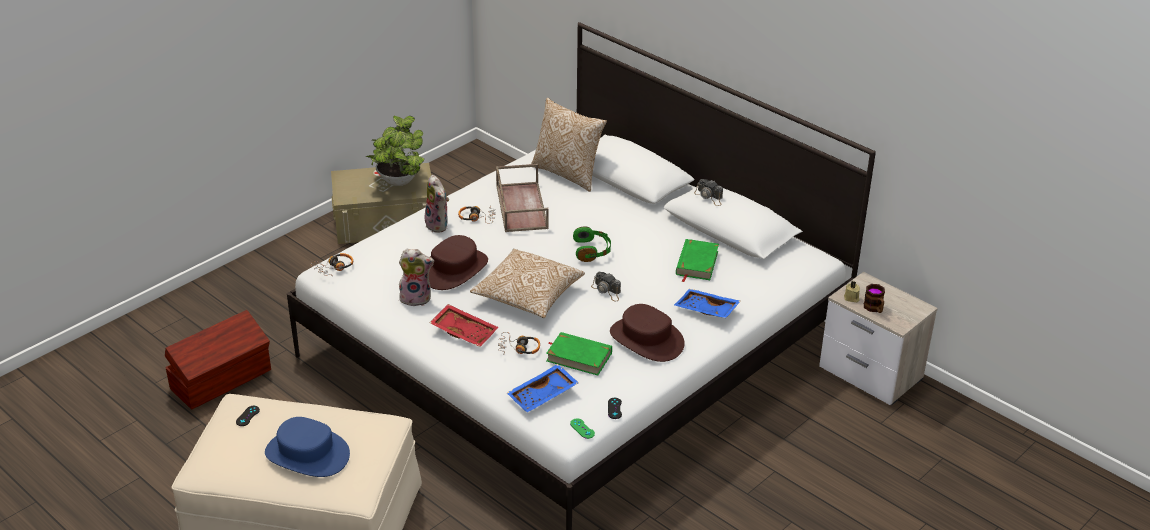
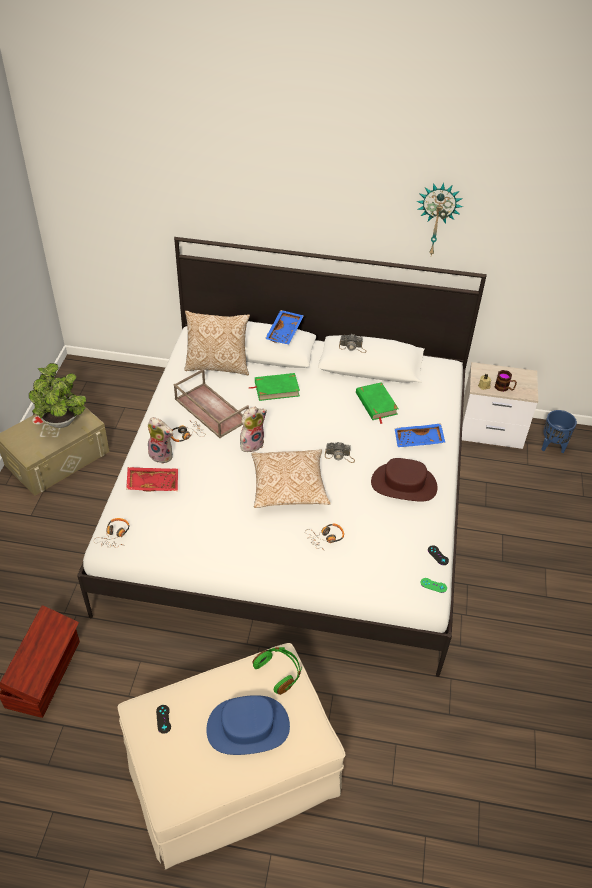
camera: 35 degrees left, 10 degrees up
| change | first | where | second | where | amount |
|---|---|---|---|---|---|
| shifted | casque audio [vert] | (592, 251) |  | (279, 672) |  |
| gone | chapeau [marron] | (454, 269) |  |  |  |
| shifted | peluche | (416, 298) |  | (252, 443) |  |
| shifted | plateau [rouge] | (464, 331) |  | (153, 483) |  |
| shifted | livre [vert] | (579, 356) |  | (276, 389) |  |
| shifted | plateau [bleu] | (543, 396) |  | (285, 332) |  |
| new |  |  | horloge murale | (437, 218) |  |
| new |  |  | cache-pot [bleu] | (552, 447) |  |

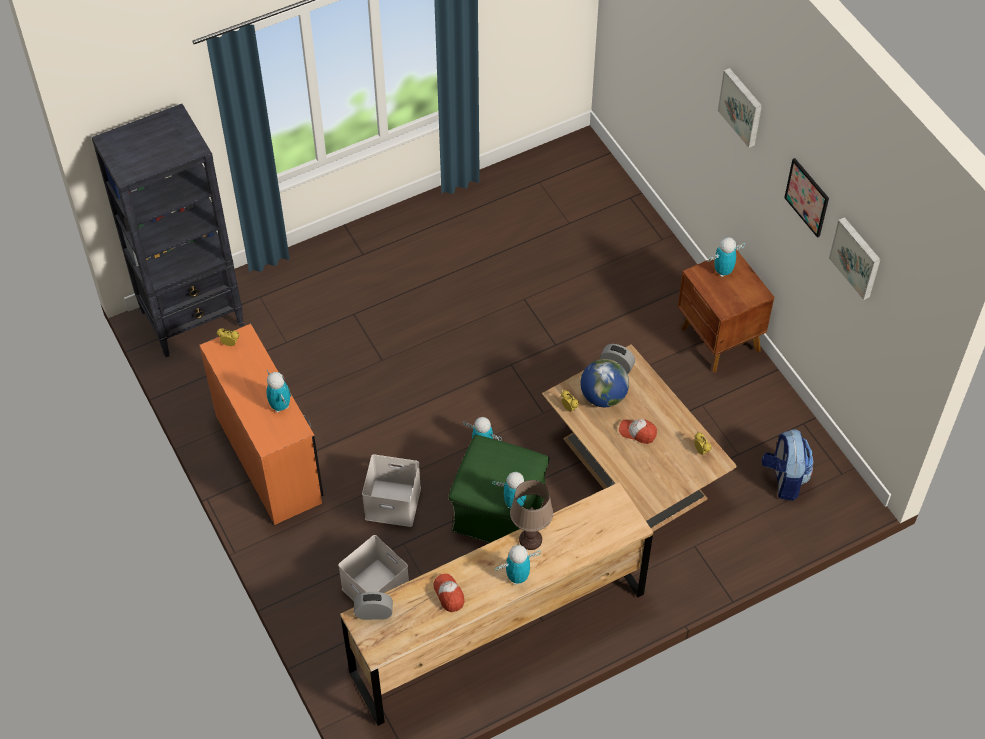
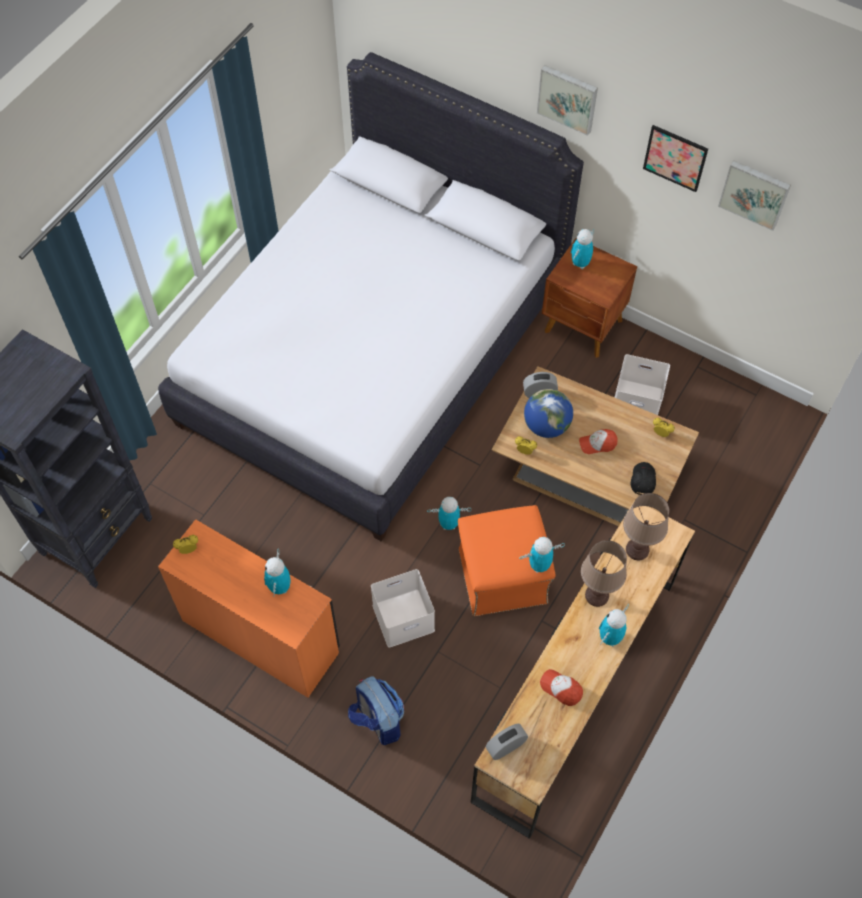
camera: 30 degrees left, 5 degrees up
| change | first | where | second | where | amount |
|---|---|---|---|---|---|
| rotated | robot jouet | (280, 406) |  | (279, 587) | 120 degrees counterclockwise |
| shifted | sac à dos | (784, 479) |  | (378, 720) |  |
| repainted | pouf [vert] | (498, 512) | pouf [orange] | (501, 577) |  |
| shifted | boîte de rangement [blanc] | (374, 589) |  | (635, 402) |  |
| new |  |  | lit [blanc] | (372, 356) |  |
| new |  |  | casquette [noir] | (642, 480) |  |
| new |  |  | lampe de table [marron] | (637, 549) |  |

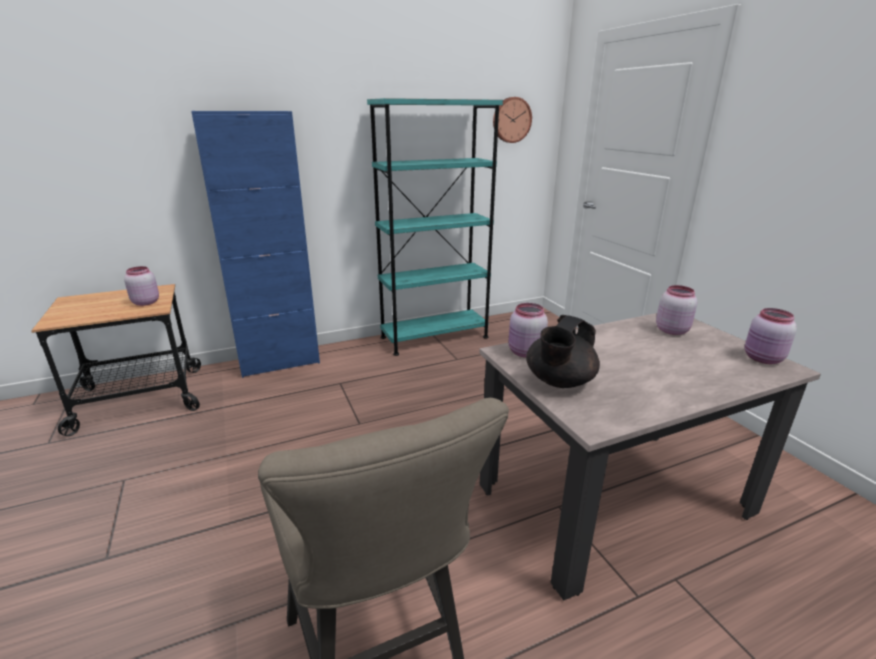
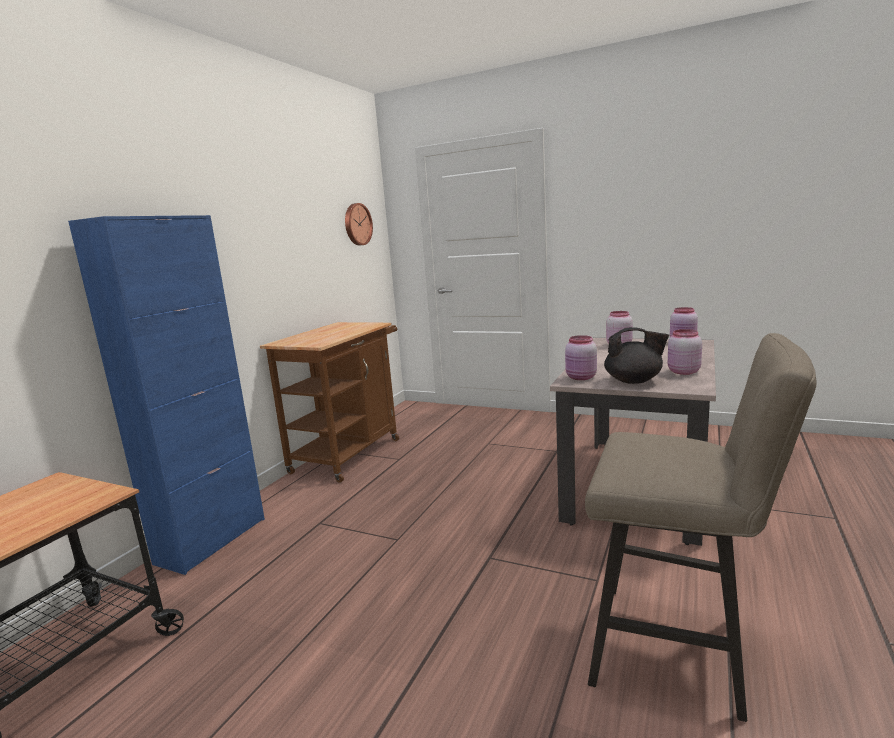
camera: 40 degrees left, 10 degrees down
| change | first | where | second | where | amount |
|---|---|---|---|---|---|
| swapped | bibliothèque [turquoise] | (434, 337) | chariot [marron] | (350, 453) |  |
| shifted | bocal [rose] | (145, 302) |  | (682, 372) |  |
| rotated | théière [noir] | (559, 381) |  | (634, 381) | 75 degrees counterclockwise |

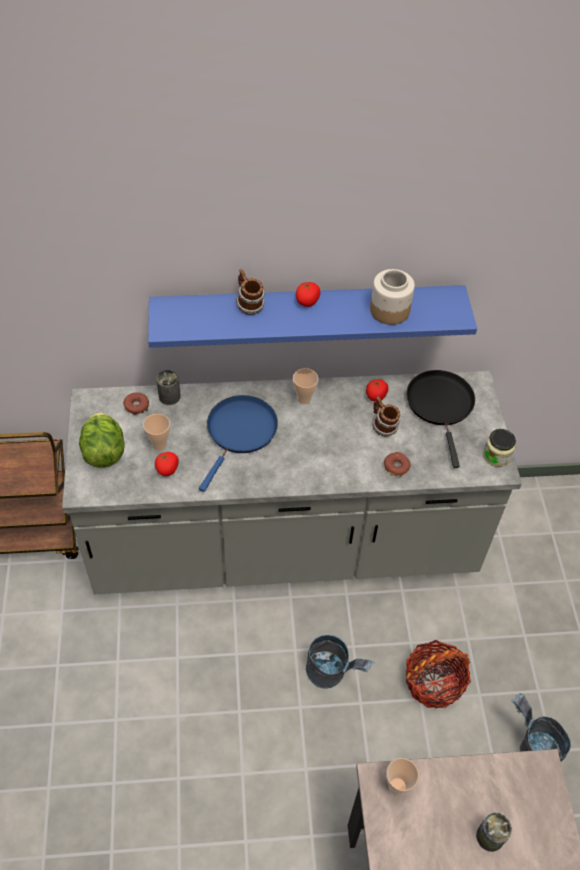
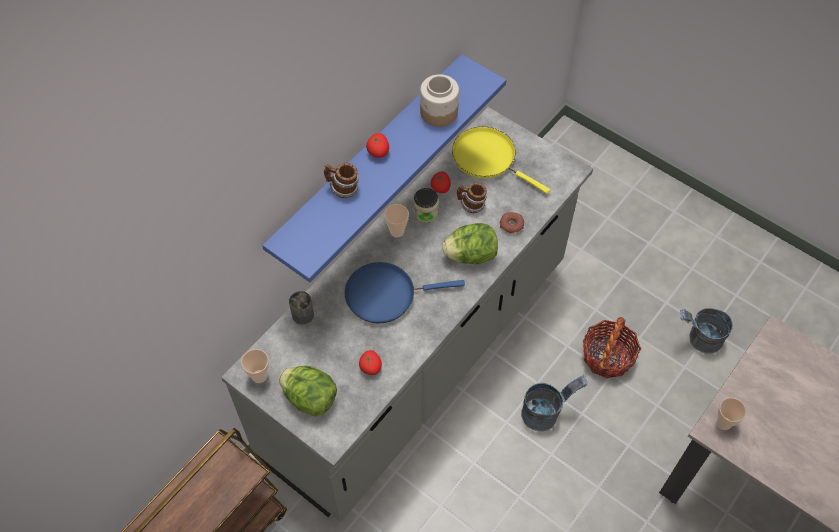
camera: 45 degrees left, 5 degrees up
| change | first | where | second | where | amount |
|---|---|---|---|---|---|
| repainted | poêle [noir] | (441, 405) | poêle [jaune] | (488, 158) |  |
| gone | beignet | (136, 406) |  |  |  |
| rotated | poêle [bleu] | (240, 432) |  | (385, 294) | 75 degrees counterclockwise |
| shifted | tasse | (159, 444) |  | (259, 376) |  |
| shifted | bocal | (496, 456) |  | (425, 212) |  |
| gone | boîte métallique | (490, 837) |  |  |  |
| new |  |  | laitue | (471, 255) |  |

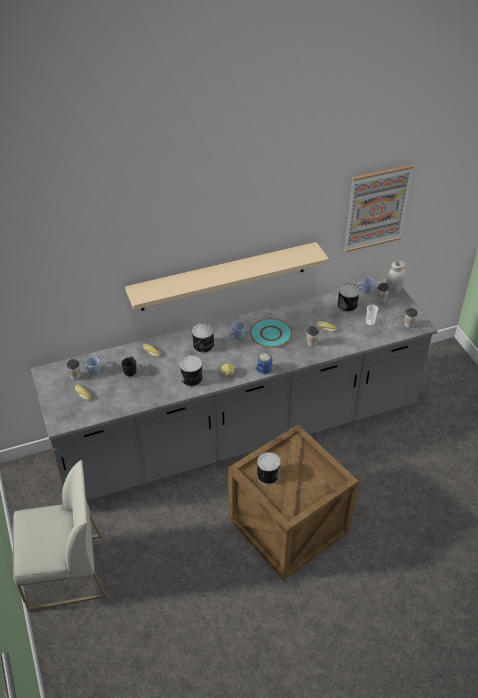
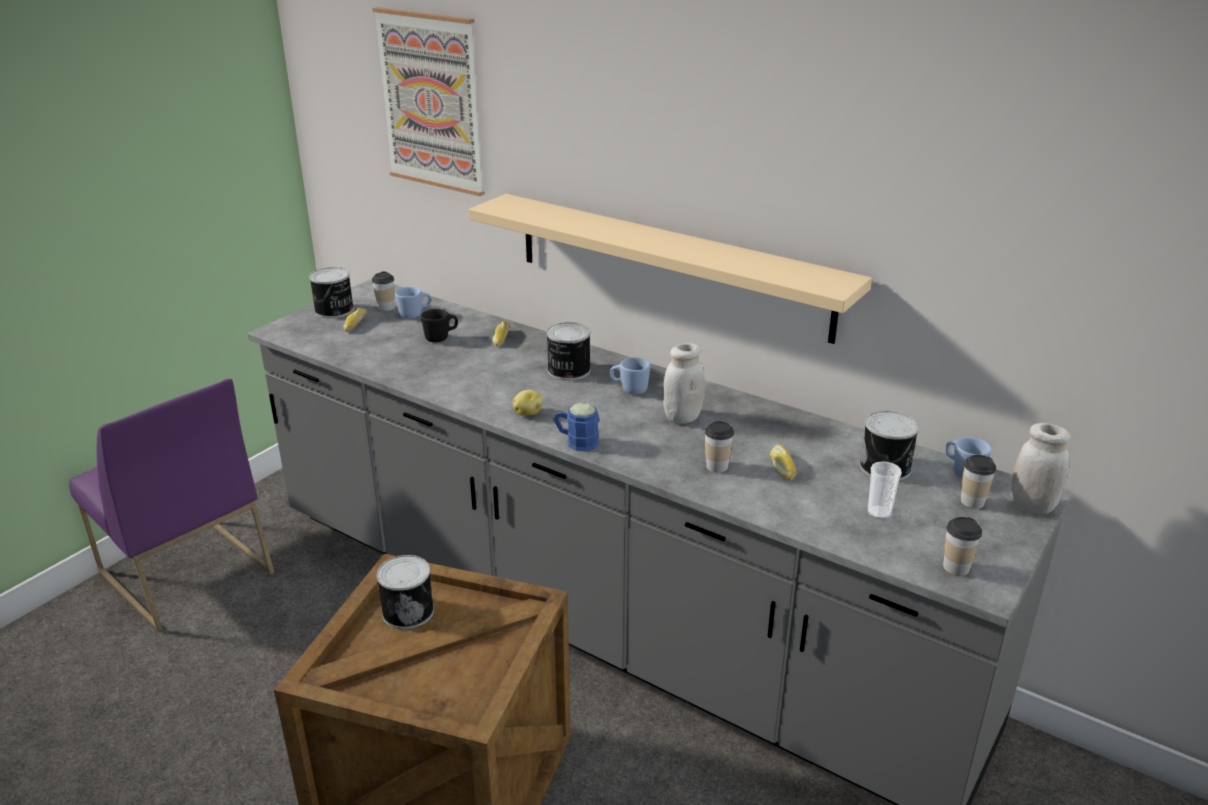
camera: 55 degrees right, 15 degrees down
| change | first | where | second | where | amount |
|---|---|---|---|---|---|
| shifted | tableau | (376, 208) |  | (431, 101) |  |
| swapped | assiette [turquoise] | (271, 334) | bocal [blanc] | (682, 417) |  |
| shifted | boîte métallique | (192, 378) |  | (334, 310) |  |
| repainted | chaise [blanc] | (64, 573) | chaise [violet] | (184, 572) |  |

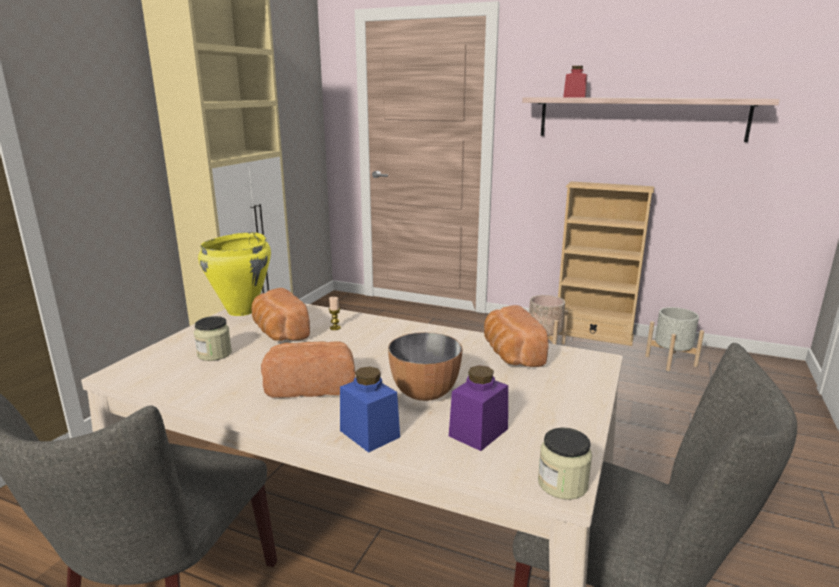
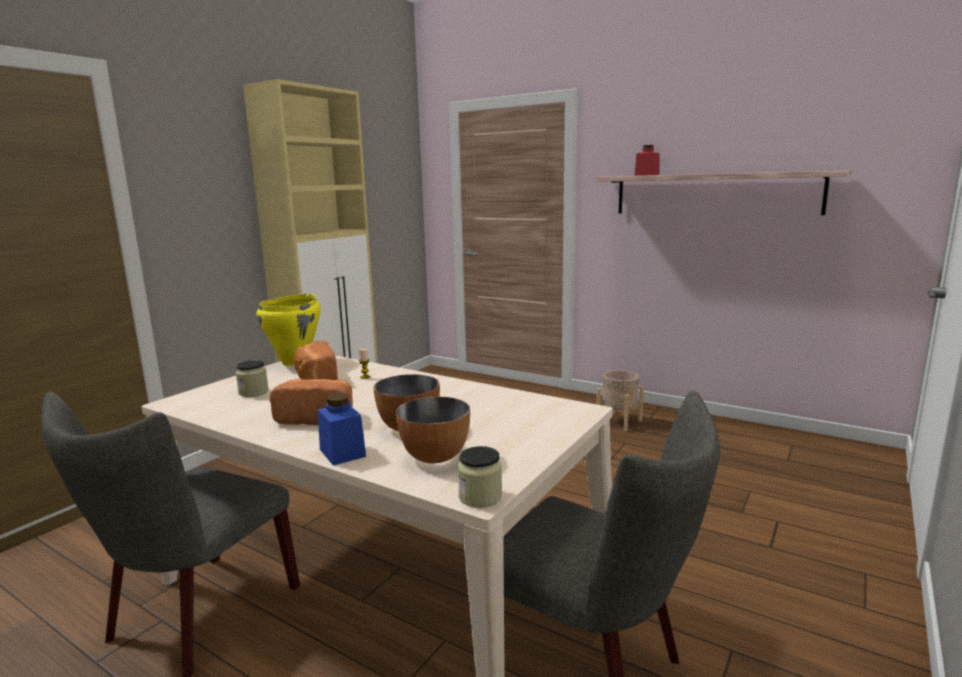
camera: 10 degrees right, 5 degrees down
| change | first | where | second | where | amount |
|---|---|---|---|---|---|
| gone | bibliothèque [beige] | (593, 334) |  |  |  |
| gone | pain | (510, 354) |  |  |  |
| gone | cache-pot [gris] | (671, 361) |  |  |  |
| swapped | bocal [violet] | (478, 432) | bol | (434, 457) |  |

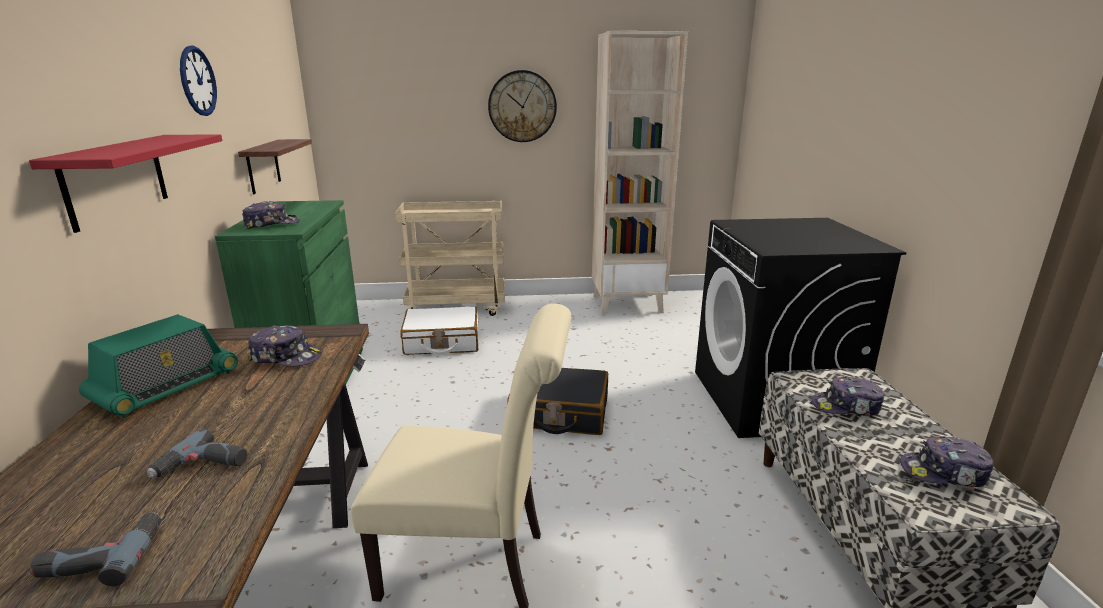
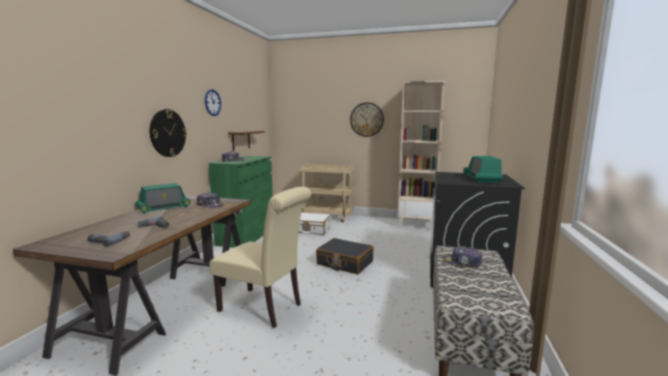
camera: 20 degrees right, 10 degrees down
| change | first | where | second | where | amount |
|---|---|---|---|---|---|
| swapped | étagère [rouge] | (116, 179) | horloge murale | (167, 133) |  |
| gone | casquette | (944, 473) |  |  |  |
| new |  |  | radio | (481, 179) |  |

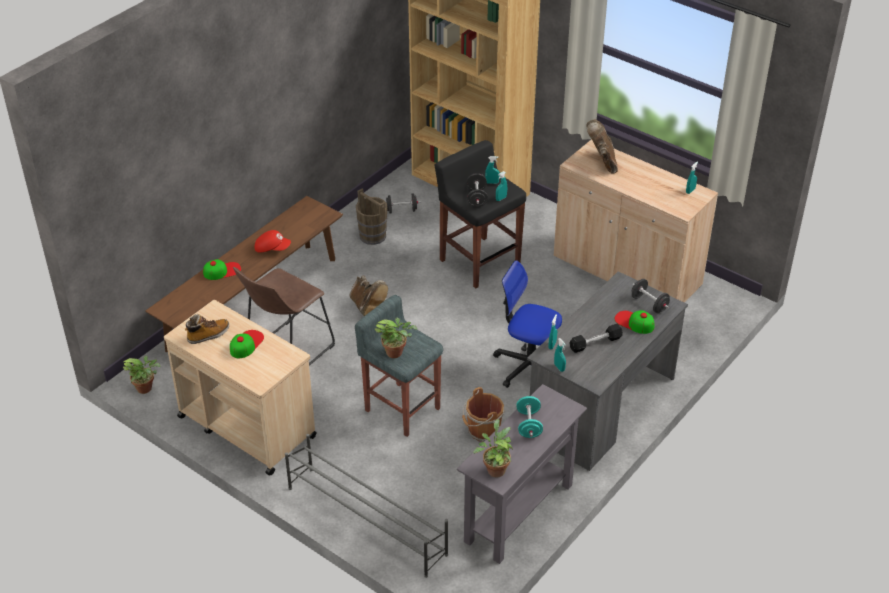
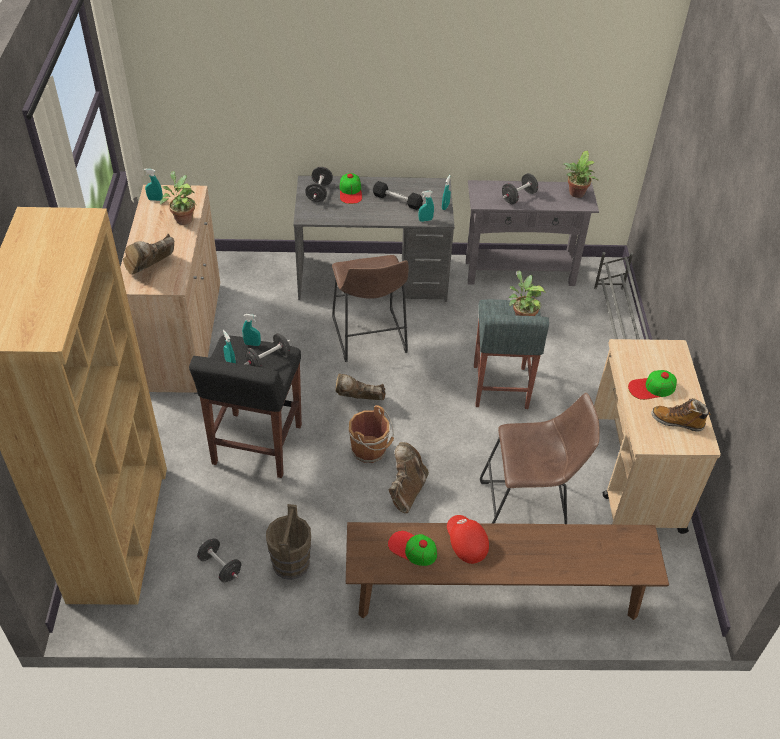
camera: 130 degrees left, 5 degrees up
| change | first | where | second | where | amount |
|---|---|---|---|---|---|
| shifted | casquette | (222, 271) |  | (412, 548) |  |
| swapped | chaise de bureau | (528, 366) | tabouret [marron] | (369, 338) |  |
| shifted | plante en pot | (146, 388) |  | (182, 219) |  |
| shifted | seau [marron] | (482, 431) |  | (370, 450) |  |
| repainted | haltère [turquoise] | (529, 425) | haltère [noir] | (518, 197) |  |
| new |  |  | botte [marron] | (358, 401) |  |

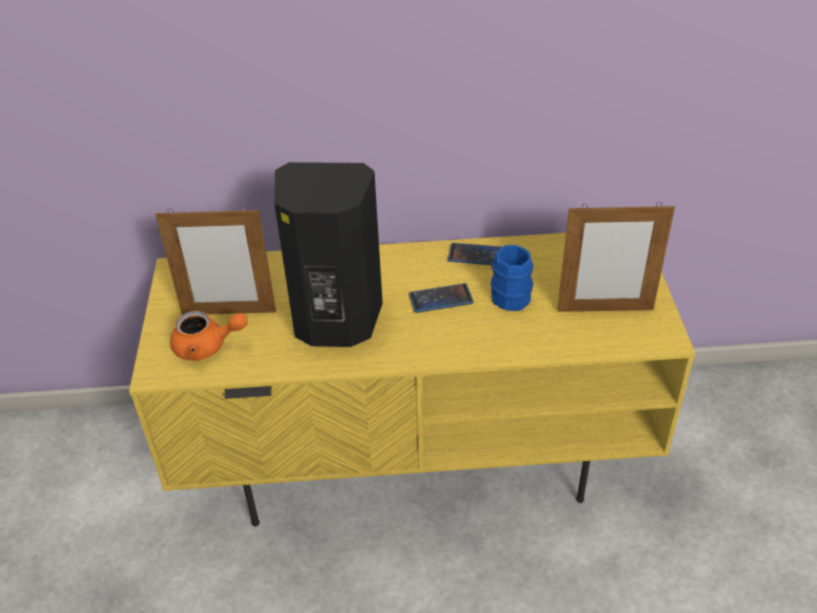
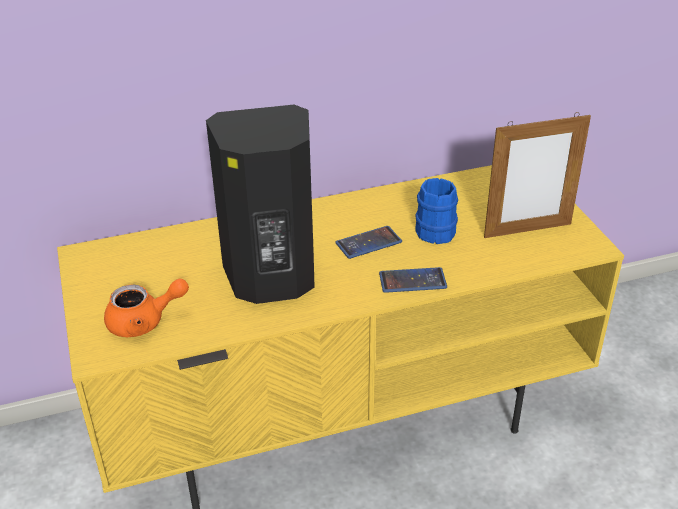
camera: 15 degrees left, 5 degrees down
| change | first | where | second | where | amount |
|---|---|---|---|---|---|
| gone | cadre photo | (229, 313) |  |  |  |
| shifted | téléphone | (477, 255) |  | (412, 281) |  |

